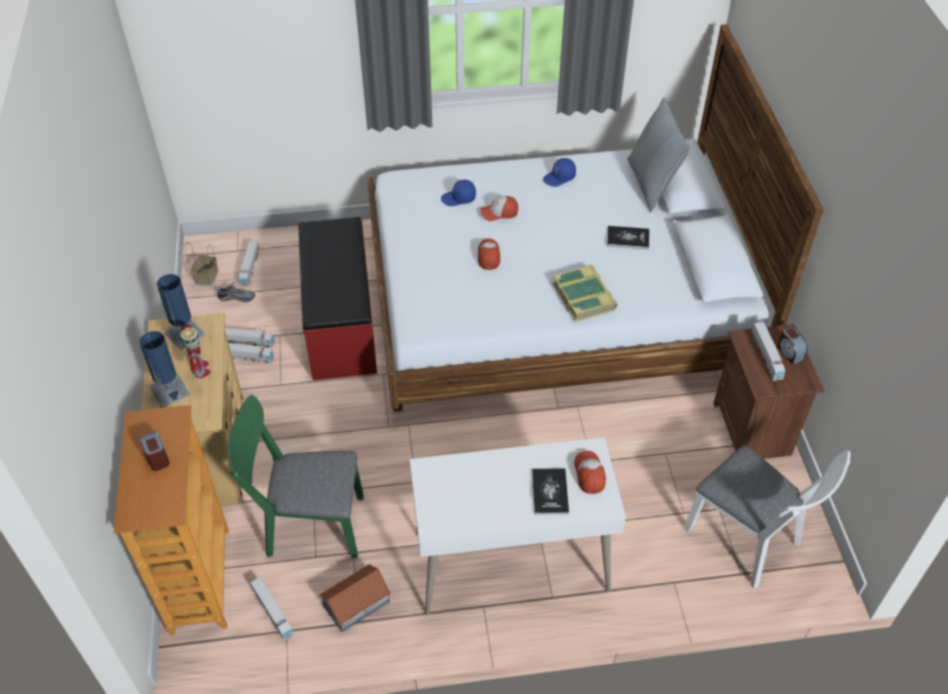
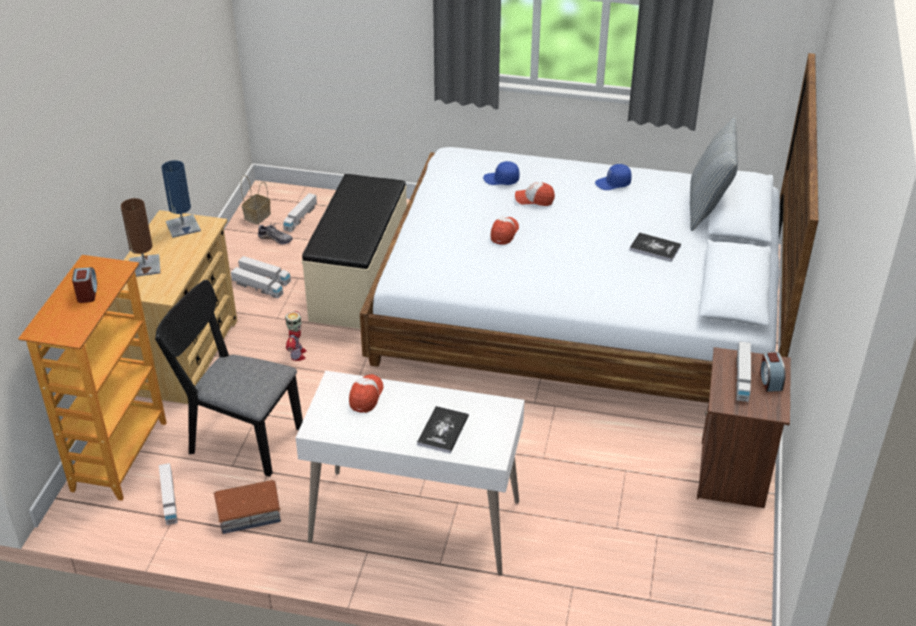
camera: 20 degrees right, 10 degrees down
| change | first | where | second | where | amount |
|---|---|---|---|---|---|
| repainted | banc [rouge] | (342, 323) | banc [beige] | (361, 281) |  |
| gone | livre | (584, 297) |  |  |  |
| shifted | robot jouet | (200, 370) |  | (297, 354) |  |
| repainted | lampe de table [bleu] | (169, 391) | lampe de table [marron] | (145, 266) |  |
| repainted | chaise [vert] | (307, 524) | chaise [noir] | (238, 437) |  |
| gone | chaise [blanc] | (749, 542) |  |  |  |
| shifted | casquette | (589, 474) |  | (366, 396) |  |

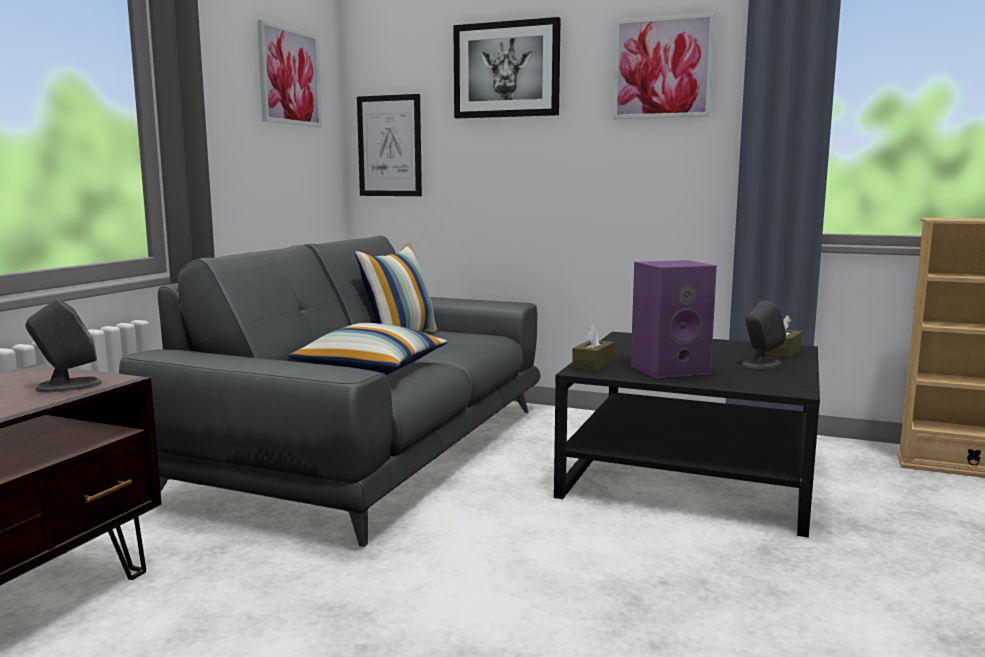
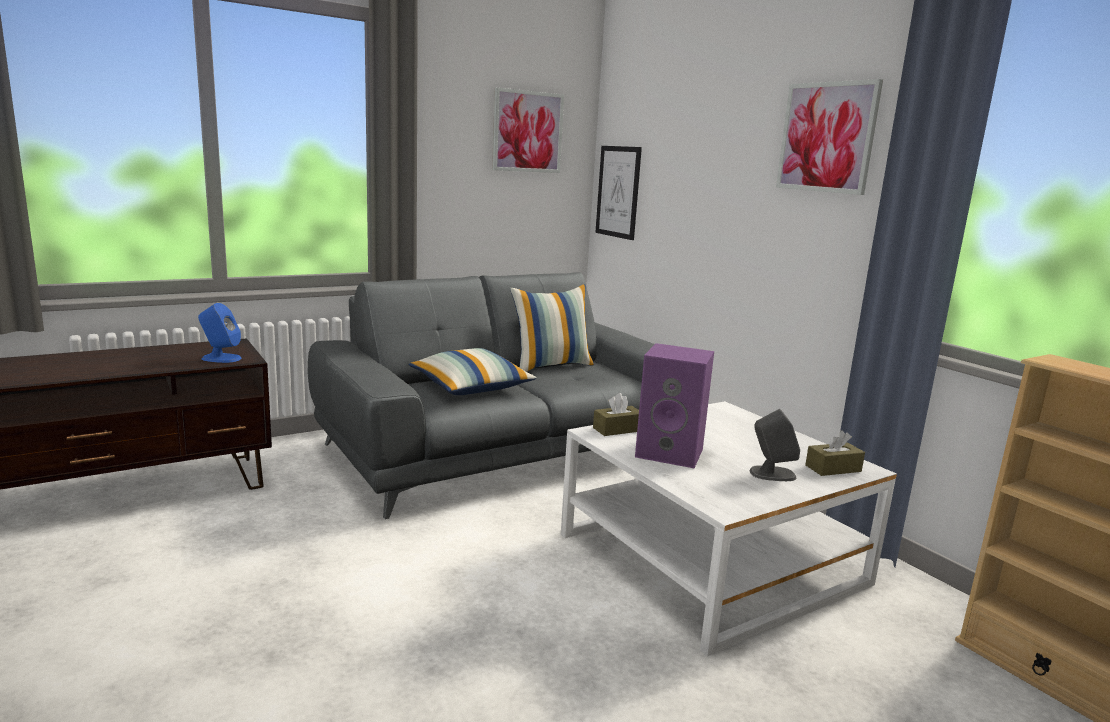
camera: 35 degrees right, 5 degrees up
| change | first | where | second | where | amount |
|---|---|---|---|---|---|
| gone | tableau | (506, 70) |  |  |  |
| repainted | enceinte [gris] | (68, 386) | enceinte [bleu] | (221, 358) |  |
| repainted | table basse [noir] | (691, 473) | table basse [blanc] | (711, 558) |  |

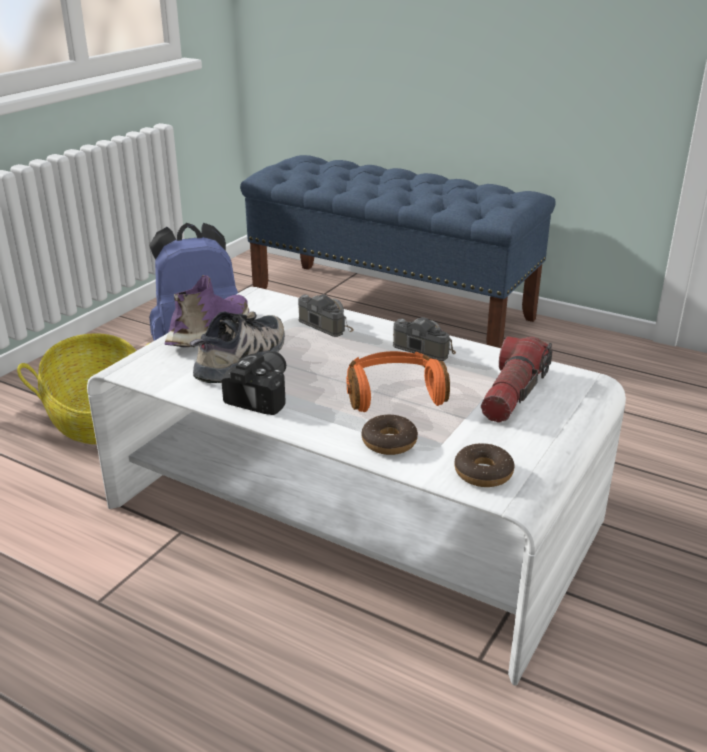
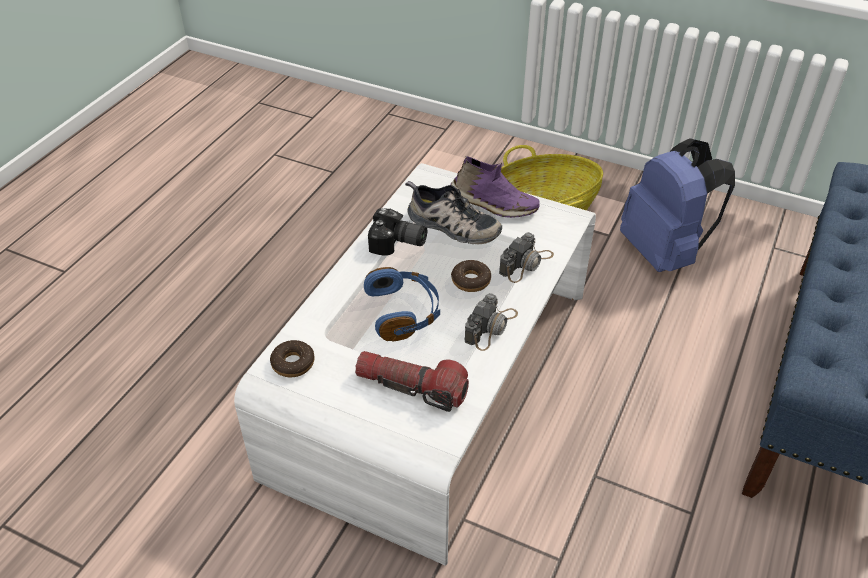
camera: 85 degrees right, 15 degrees up
| change | first | where | second | where | amount |
|---|---|---|---|---|---|
| repainted | casque audio [orange] | (394, 394) | casque audio [bleu] | (404, 312) |  |
| shifted | beignet | (389, 442) |  | (471, 280) |  |

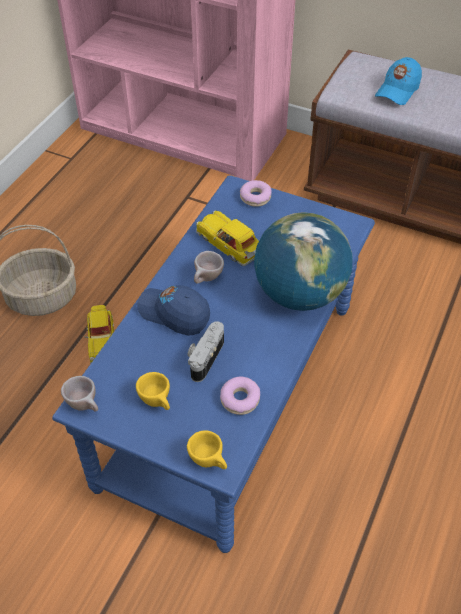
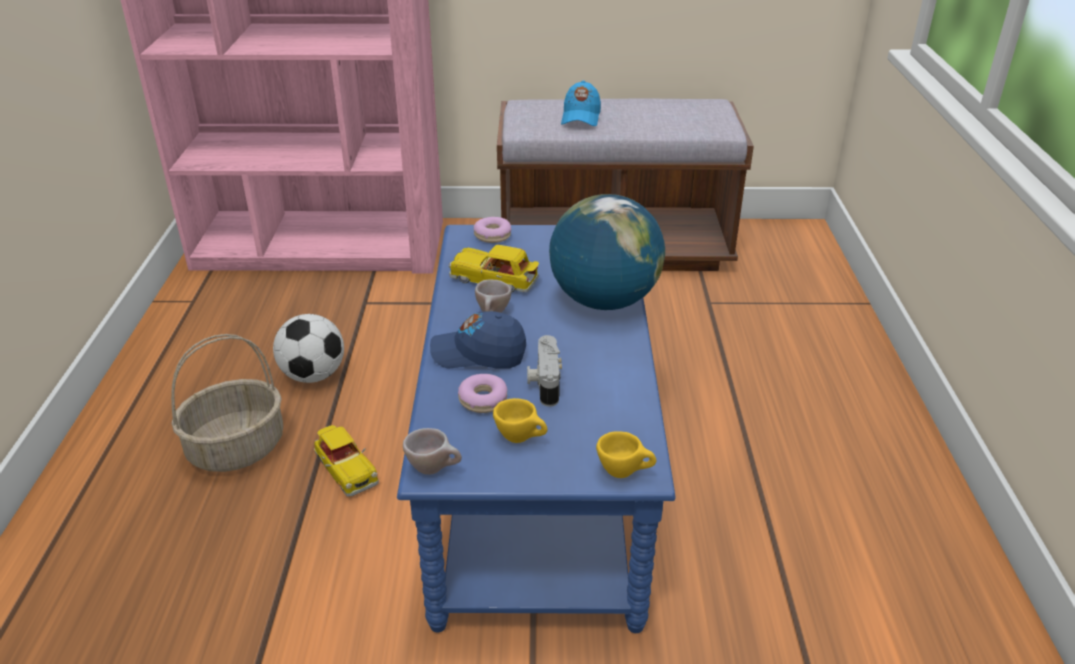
camera: 25 degrees left, 15 degrees down
| change | first | where | second | where | amount |
|---|---|---|---|---|---|
| shifted | beignet | (240, 399) |  | (483, 400) |  |
| new |  |  | ballon de foot | (313, 375) |  |

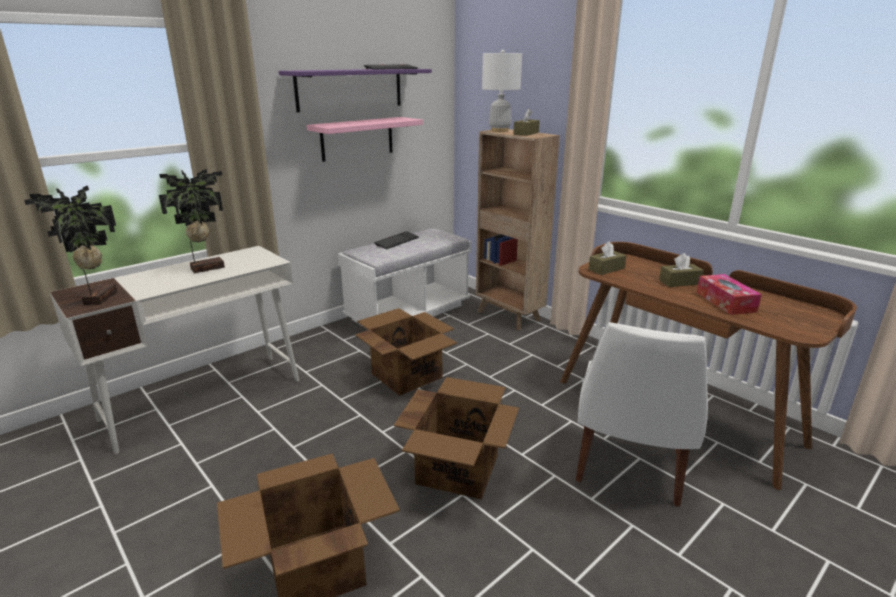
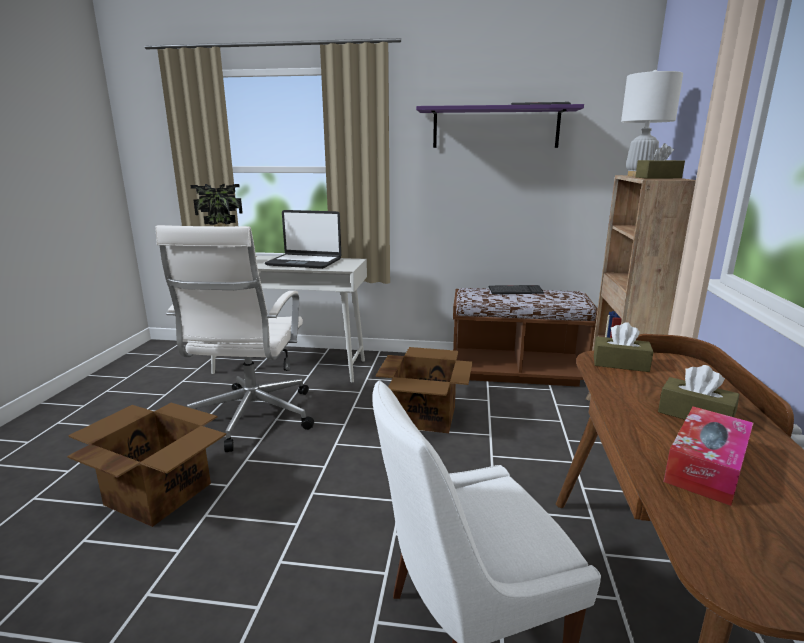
camera: 50 degrees right, 5 degrees down
| change | first | where | second | where | amount |
|---|---|---|---|---|---|
| gone | étagère [rose] | (357, 138) |  |  |  |
| swapped | plante en pot | (206, 268) | ordinateur portable | (304, 262) |  |
| repainted | banc [blanc] | (408, 312) | banc [marron] | (516, 371) |  |
| gone | carton | (458, 468) |  |  |  |
| new |  |  | chaise de bureau [blanc] | (251, 418) |  |

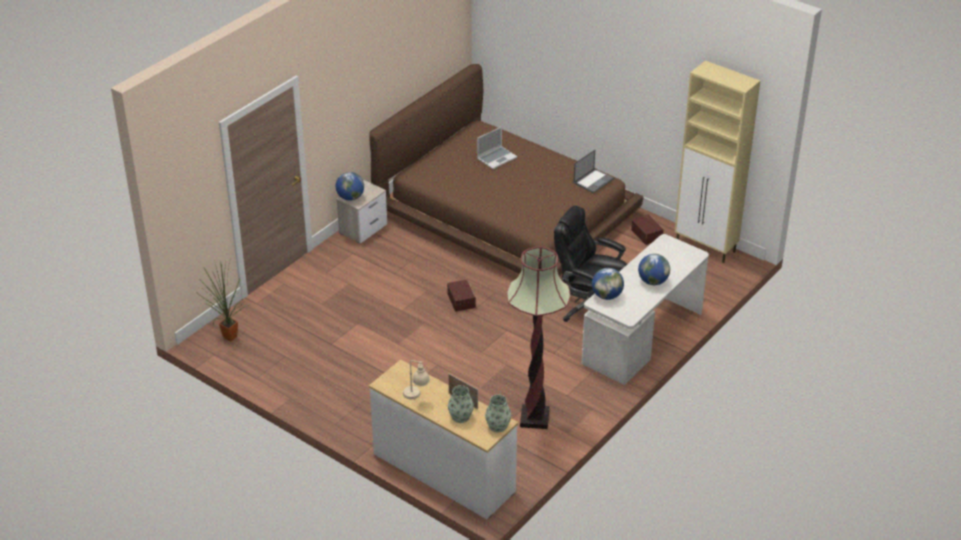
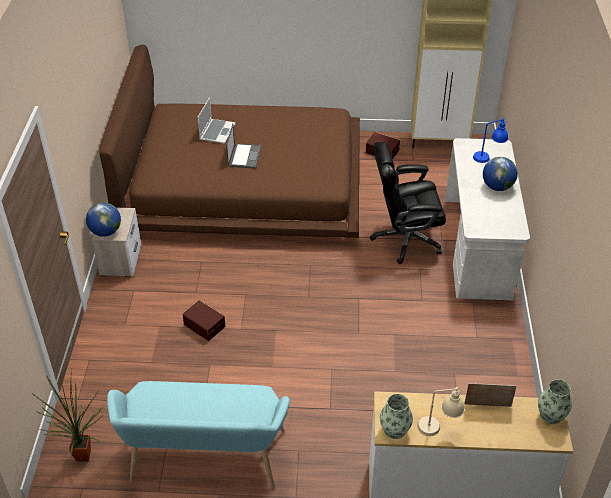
camera: 35 degrees left, 5 degrees up
| change | first | where | second | where | amount |
|---|---|---|---|---|---|
| shifted | ordinateur portable | (593, 181) |  | (244, 156) |  |
| gone | lampadaire | (534, 418) |  |  |  |
| gone | globe | (606, 296) |  |  |  |
| shifted | boîte de rangement [marron] | (462, 300) |  | (205, 325) |  |
| shifted | vase | (460, 416) |  | (395, 429) |  |
| new |  |  | lampe de table [bleu] | (488, 158) |  |
| new |  |  | banc [turquoise] | (204, 462) |  |

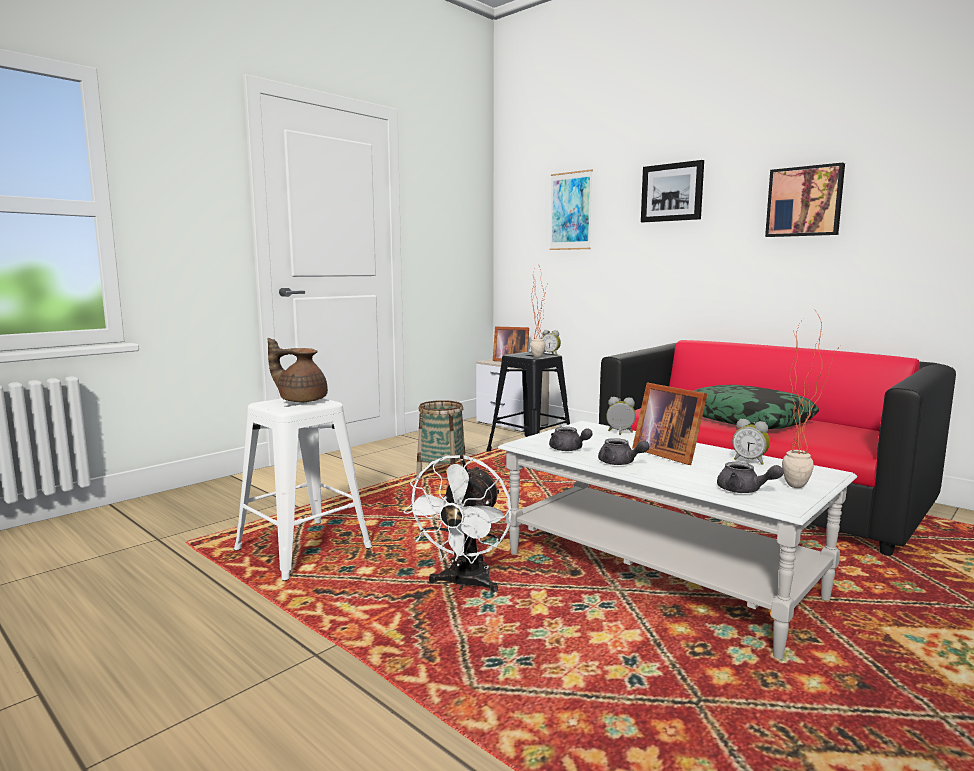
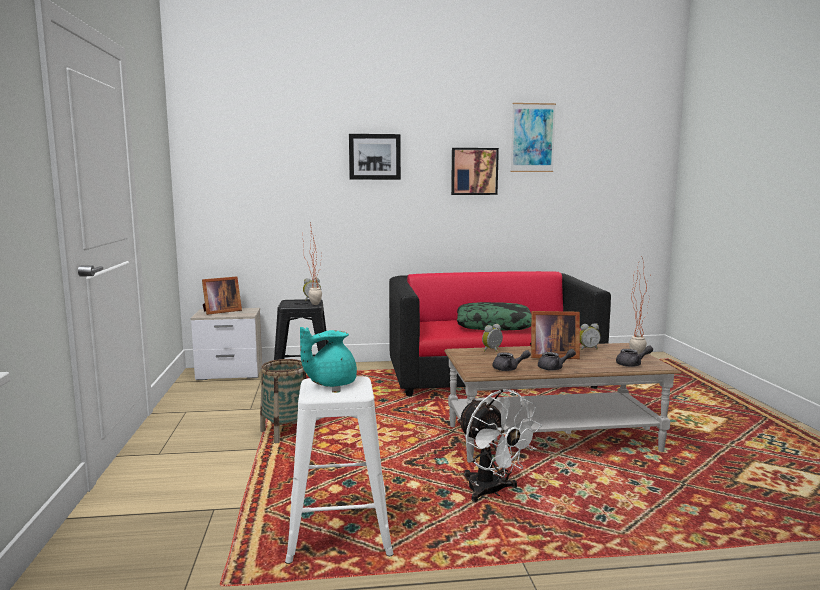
camera: 50 degrees left, 0 degrees up
| change | first | where | second | where | amount |
|---|---|---|---|---|---|
| shifted | tableau | (570, 211) |  | (532, 138) |  |
| repainted | théière [marron] | (301, 400) | théière [turquoise] | (330, 383) |  |
| repainted | table basse [blanc] | (658, 575) | table basse [marron] | (552, 438) |  |

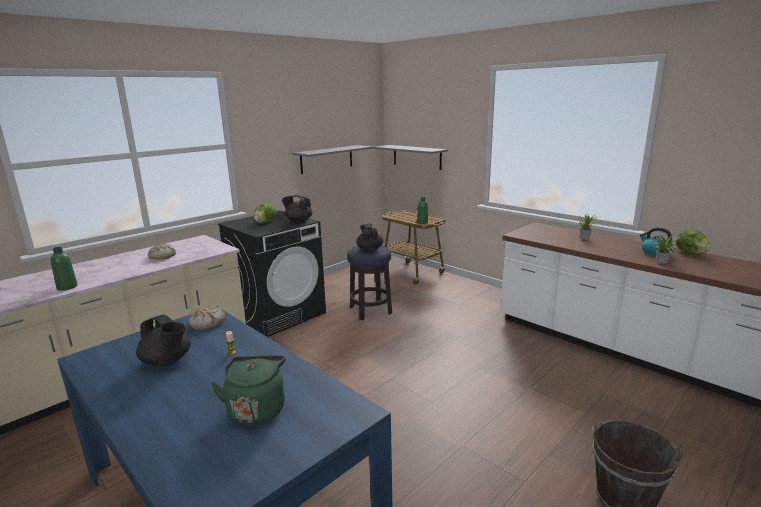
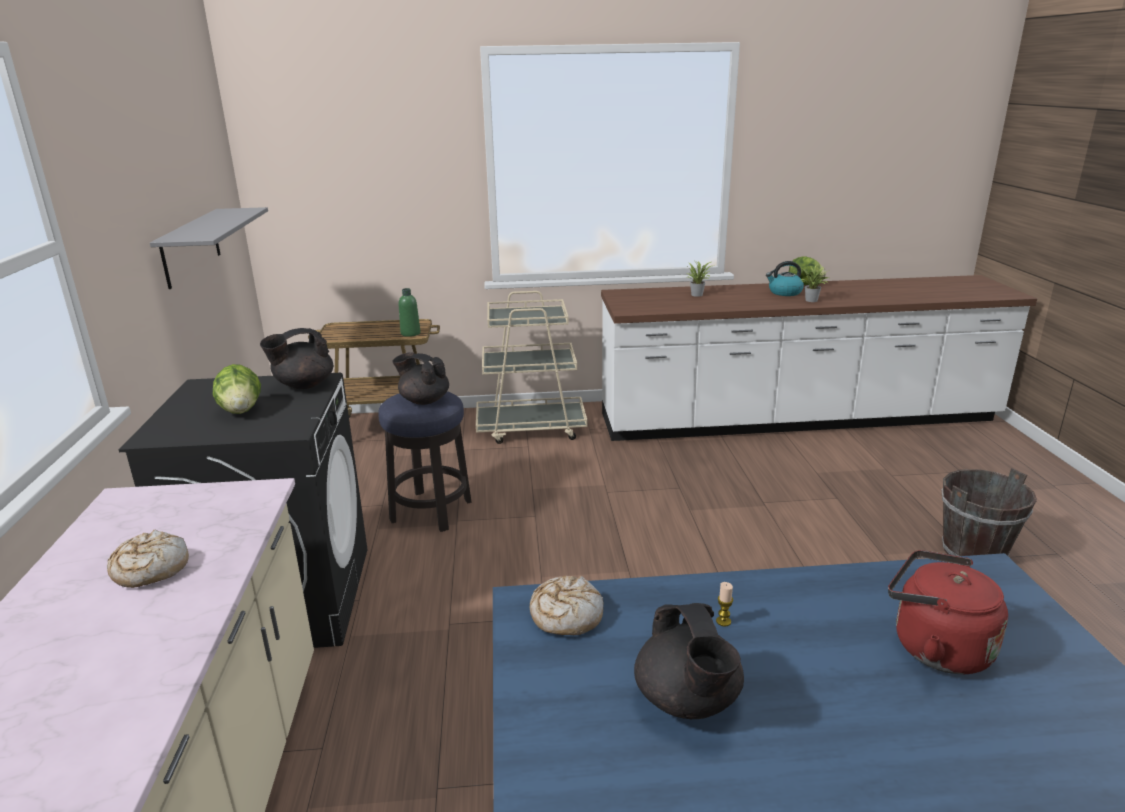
camera: 50 degrees left, 5 degrees up
| change | first | where | second | where | amount |
|---|---|---|---|---|---|
| gone | étagère [gris] | (417, 157) |  |  |  |
| gone | bouteille [vert] | (67, 287) |  |  |  |
| rotated | théière [noir] | (167, 361) |  | (687, 700) | 90 degrees clockwise |
| repainted | bouilloire [vert] | (257, 409) | bouilloire [rouge] | (934, 647) |  |
| new |  |  | chariot [beige] | (531, 428) |  |

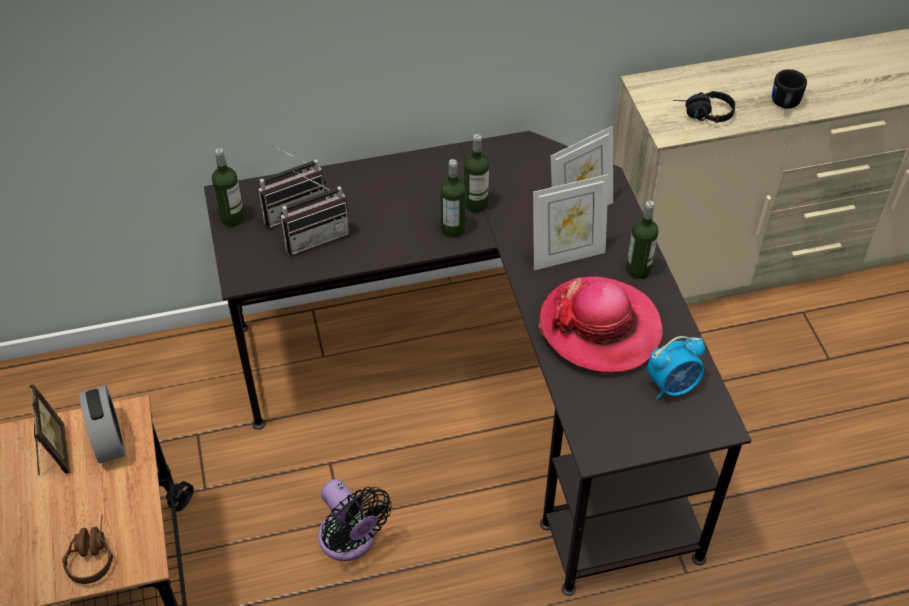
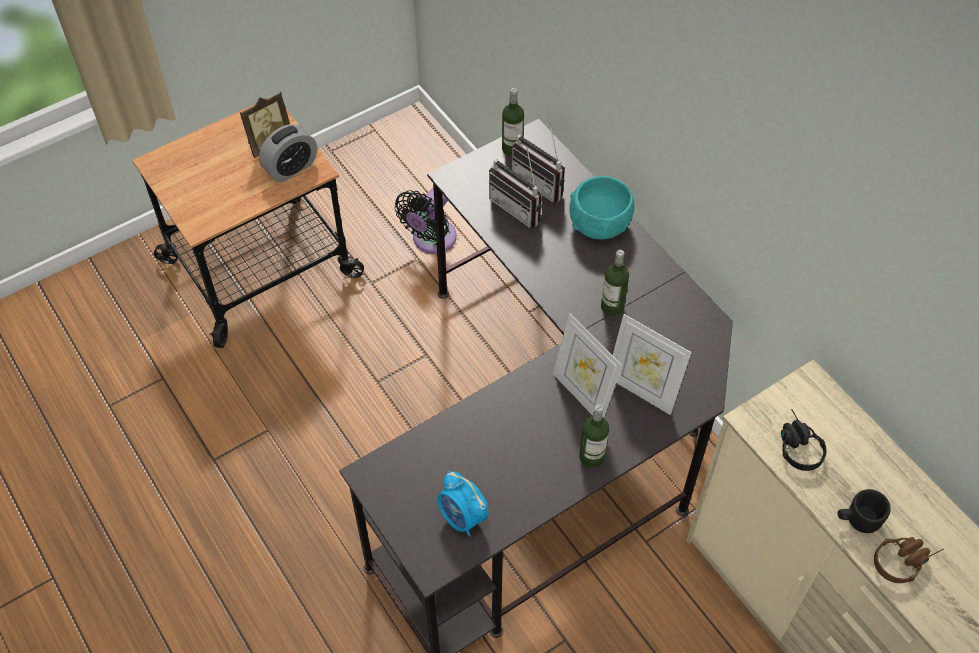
camera: 70 degrees right, 5 degrees up
| change | first | where | second | where | amount |
|---|---|---|---|---|---|
| gone | bouteille | (453, 229) |  |  |  |
| gone | chapeau | (600, 328) |  |  |  |
| shifted | ventilateur [noir] | (350, 540) |  | (431, 240) |  |
| shifted | casque audio [marron] | (91, 554) |  | (905, 560) |  |
| new |  |  | bol [turquoise] | (600, 224) |  |

